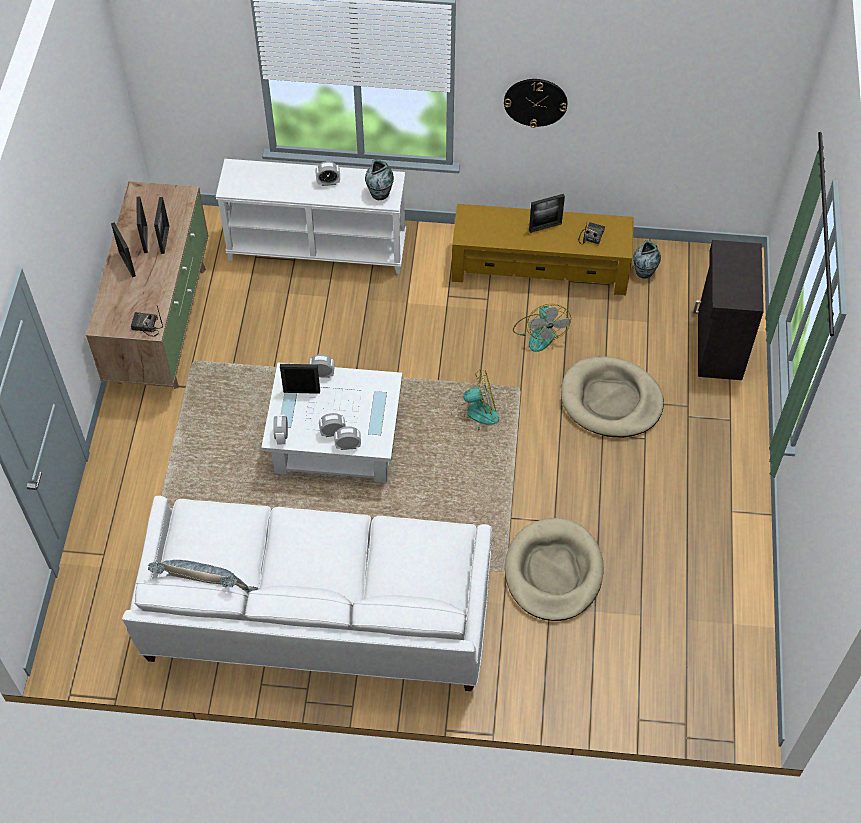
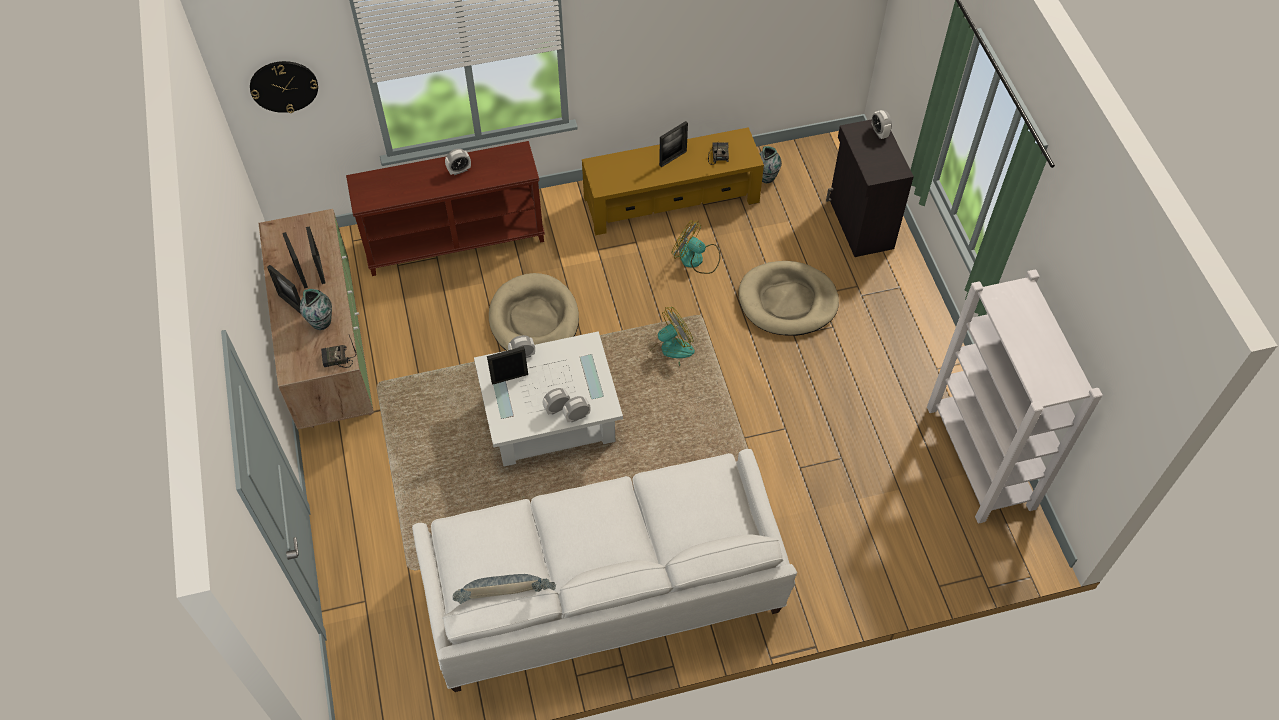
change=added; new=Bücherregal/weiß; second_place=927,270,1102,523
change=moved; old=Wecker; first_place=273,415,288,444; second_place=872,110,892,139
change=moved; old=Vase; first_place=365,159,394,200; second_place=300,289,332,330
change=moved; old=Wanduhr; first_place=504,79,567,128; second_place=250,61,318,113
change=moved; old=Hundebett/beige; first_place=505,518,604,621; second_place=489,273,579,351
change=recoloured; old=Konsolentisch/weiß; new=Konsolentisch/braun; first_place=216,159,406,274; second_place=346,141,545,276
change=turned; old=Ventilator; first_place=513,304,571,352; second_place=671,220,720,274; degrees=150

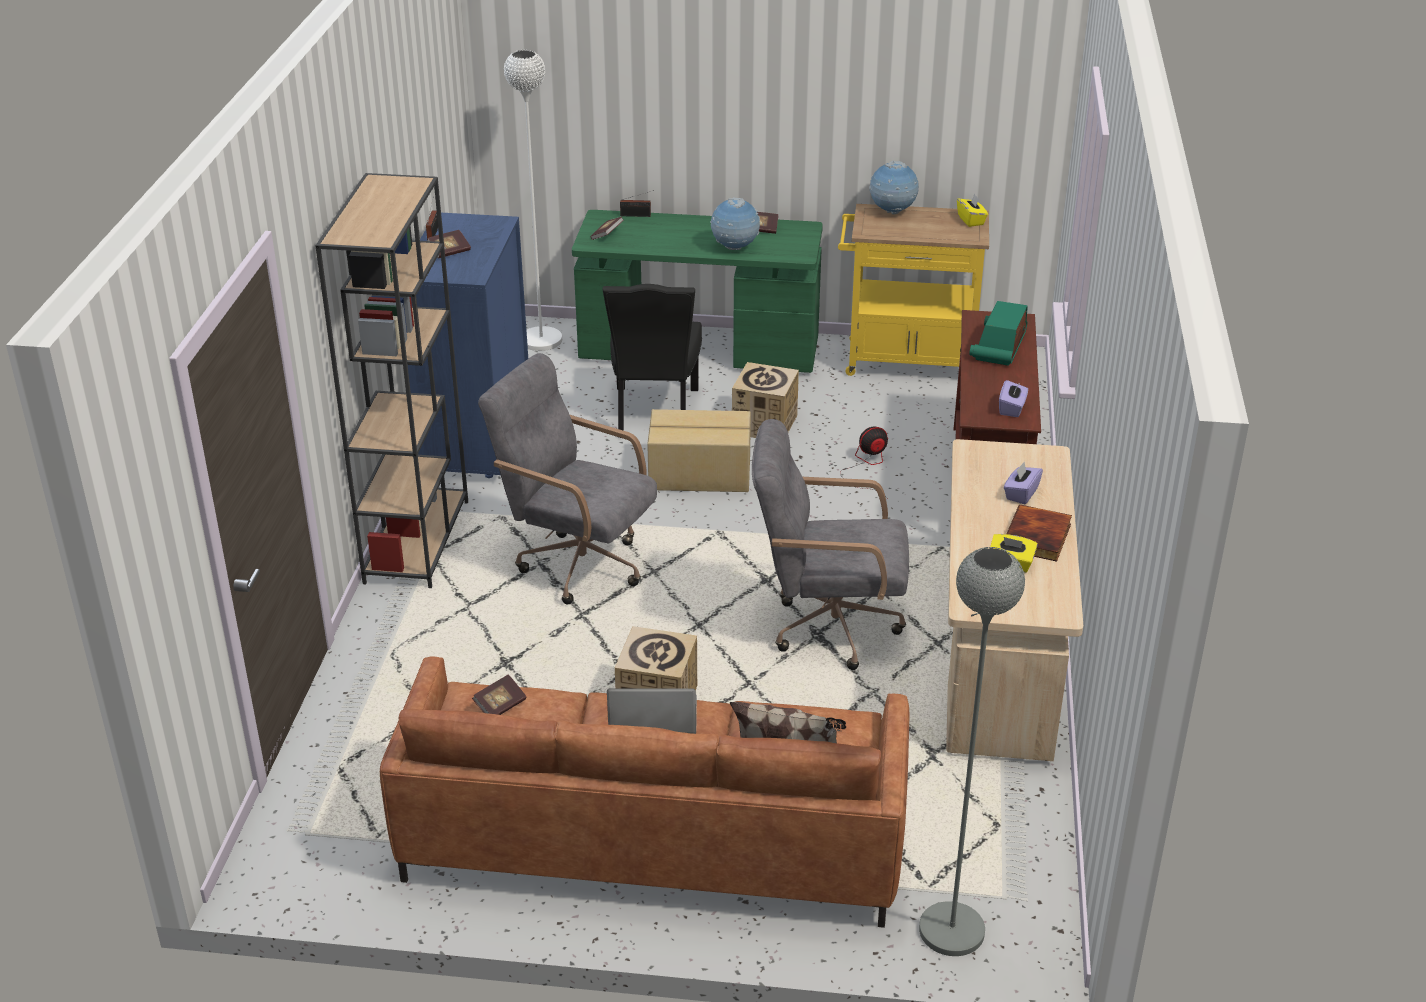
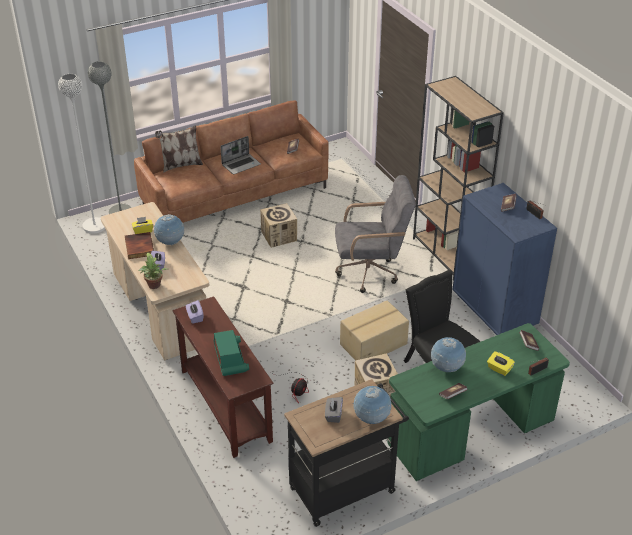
change=removed; old=Bürostuhl/grau; first_place=752,419,909,670
change=added; new=Topfpflanze; second_place=139,252,168,289
change=added; new=Globus; second_place=154,214,184,245
change=added; new=Taschentuchbox/grau; second_place=325,397,343,423
change=moved; old=Stehlampe/weiß; first_place=504,50,562,351; second_place=58,73,105,234
change=moved; old=Taschentuchbox/gelb; first_place=957,194,988,227; second_place=487,351,515,376
change=recoloured; old=Rollwagen/gelb; new=Rollwagen/schwarz; first_place=838,204,989,376; second_place=284,379,409,527

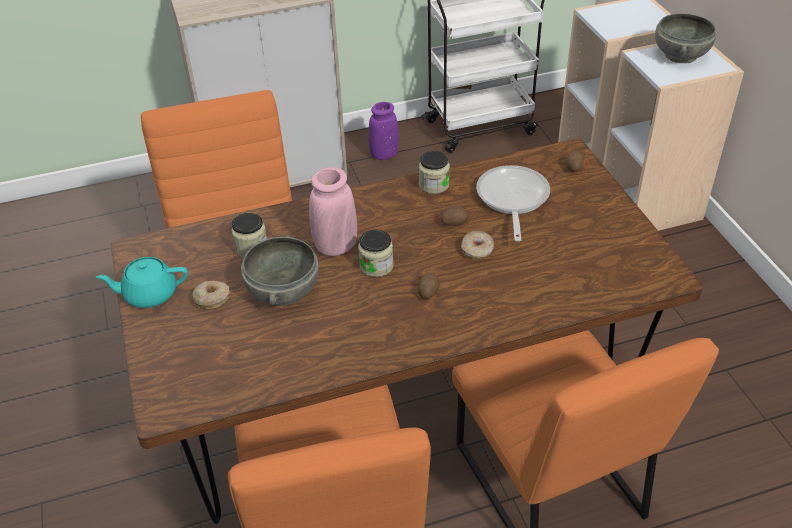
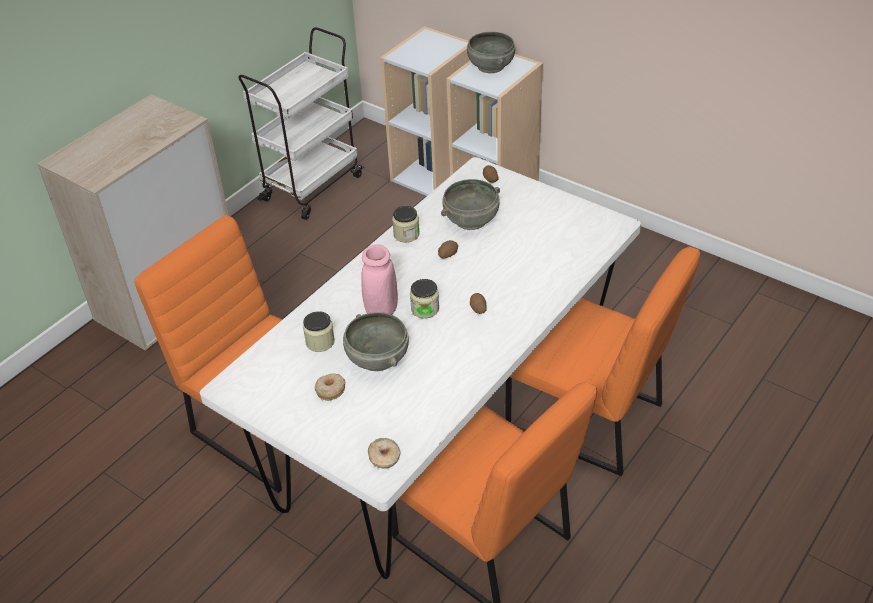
change=removed; old=Teekanne/türkis; first_place=96,257,188,308
change=removed; old=Vase/lila; first_place=368,102,399,160
change=moved; old=Donut; first_place=461,231,494,260; second_place=368,438,400,469
change=replaced; old=Pfanne; new=Schüssel/grau; first_place=476,165,550,242; second_place=441,179,500,230
change=recoloured; old=Esstisch/braun; new=Esstisch/weiß; first_place=111,139,703,524; second_place=200,157,641,579

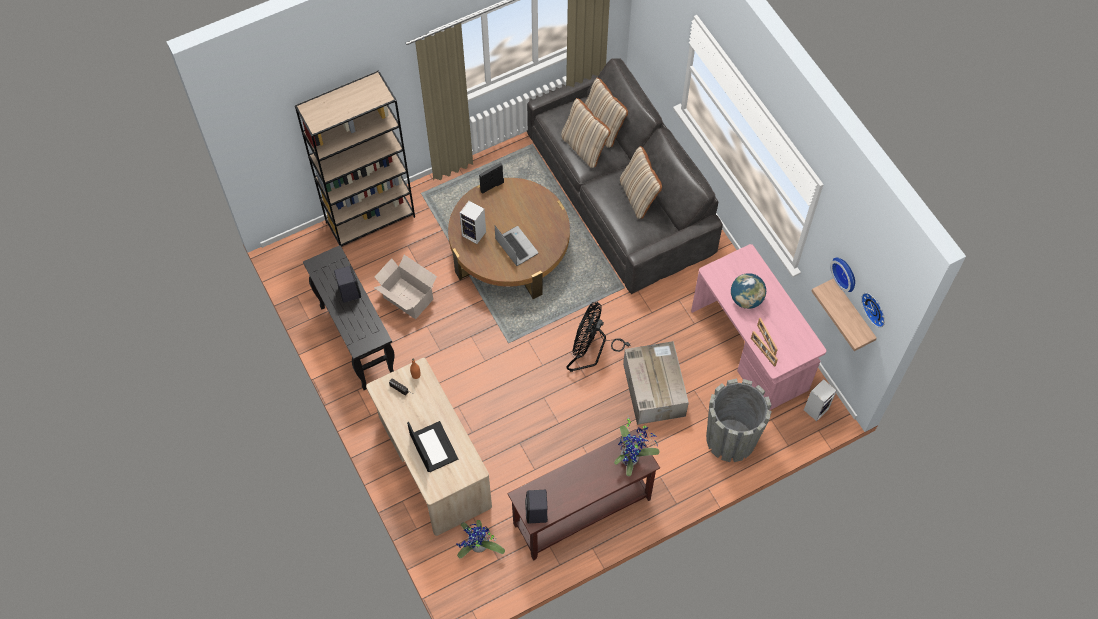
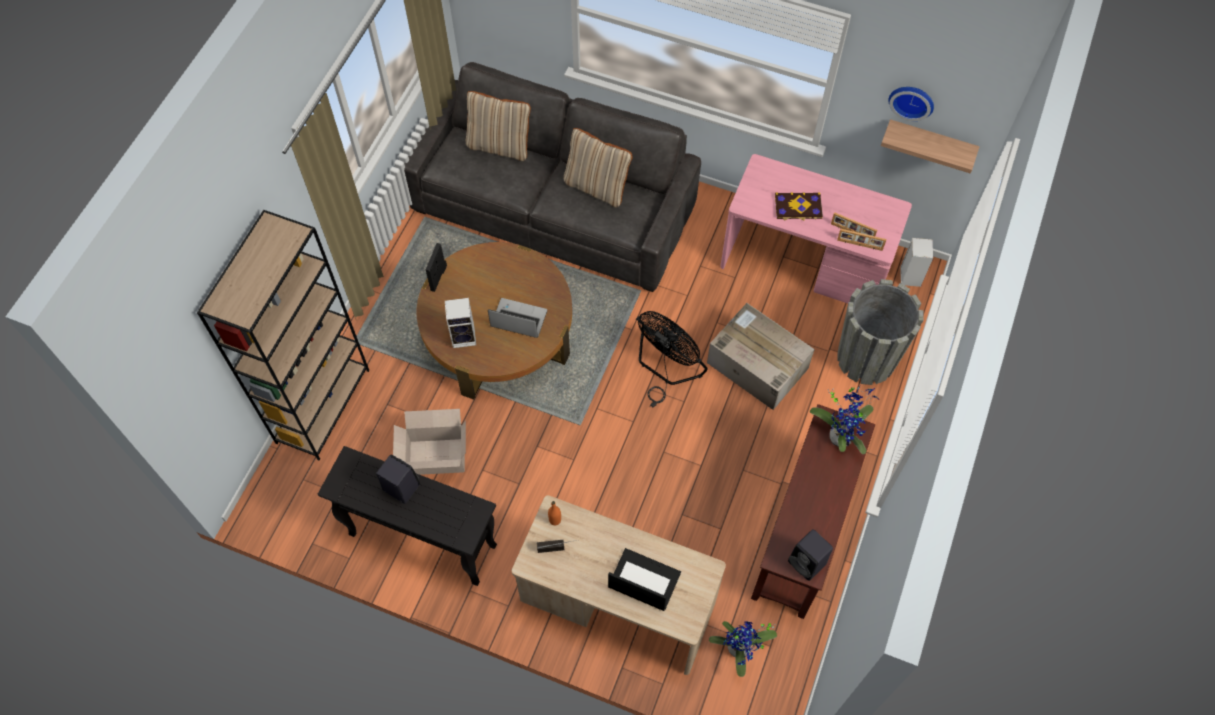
change=removed; old=Kissen/beige; first_place=561,98,610,168
change=removed; old=Wanduhr; first_place=861,293,885,328
change=replaced; old=Globus; new=Buch; first_place=731,273,766,309; second_place=775,192,823,221
change=turned; old=Ventilator/schwarz; first_place=566,302,630,372; second_place=636,311,708,408; degrees=150

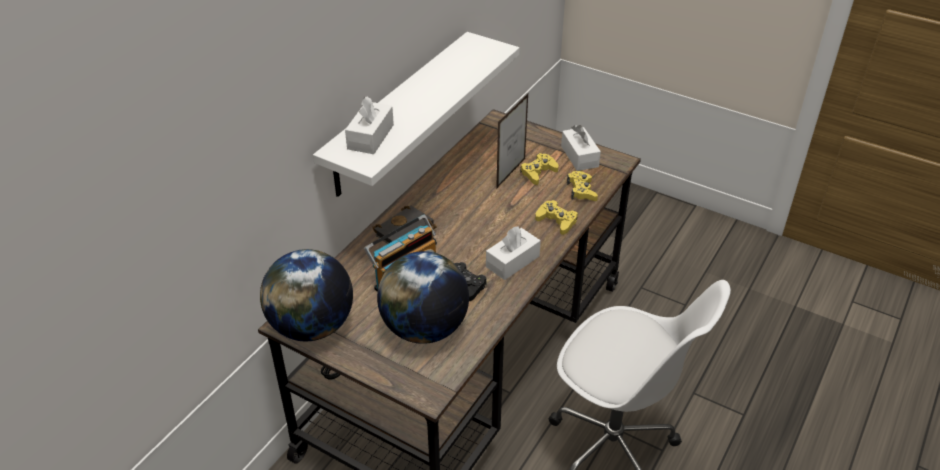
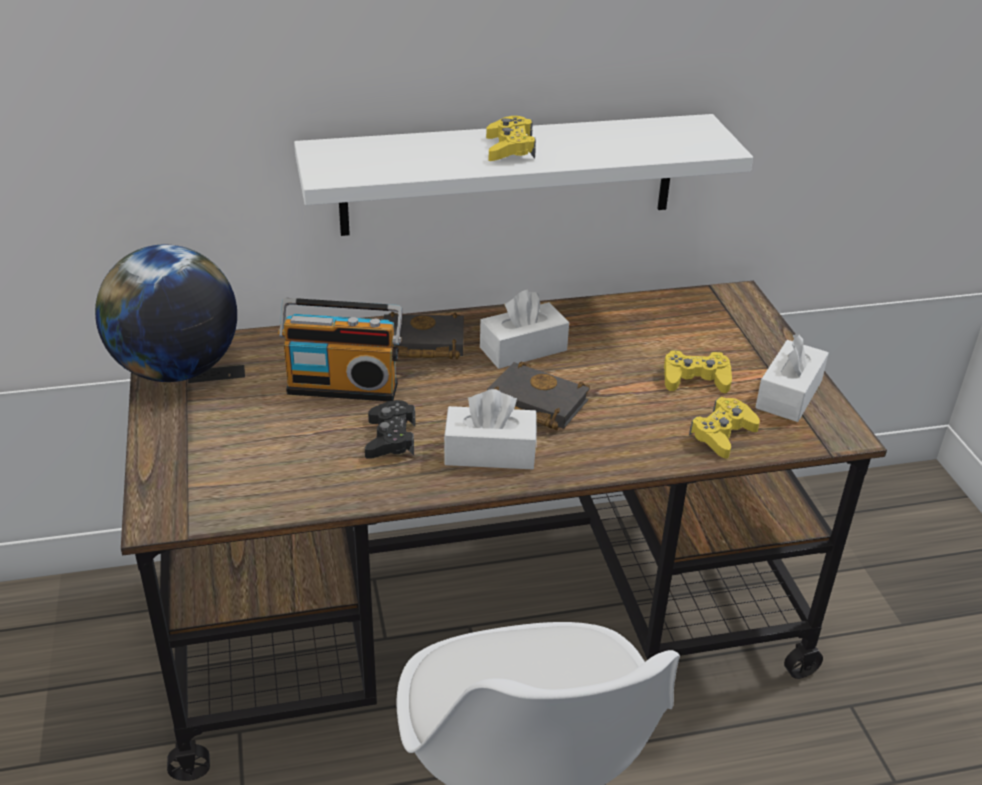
change=removed; old=Globus; first_place=377,251,469,344
change=removed; old=Bilderrahmen; first_place=496,94,528,189
change=added; new=Buch/schwarz; second_place=487,361,590,430
change=moved; old=Taschentuchbox/weiß; first_place=345,96,394,154; second_place=480,290,569,369
change=moved; old=Gamepad/gelb; first_place=535,200,578,235; second_place=486,116,536,161

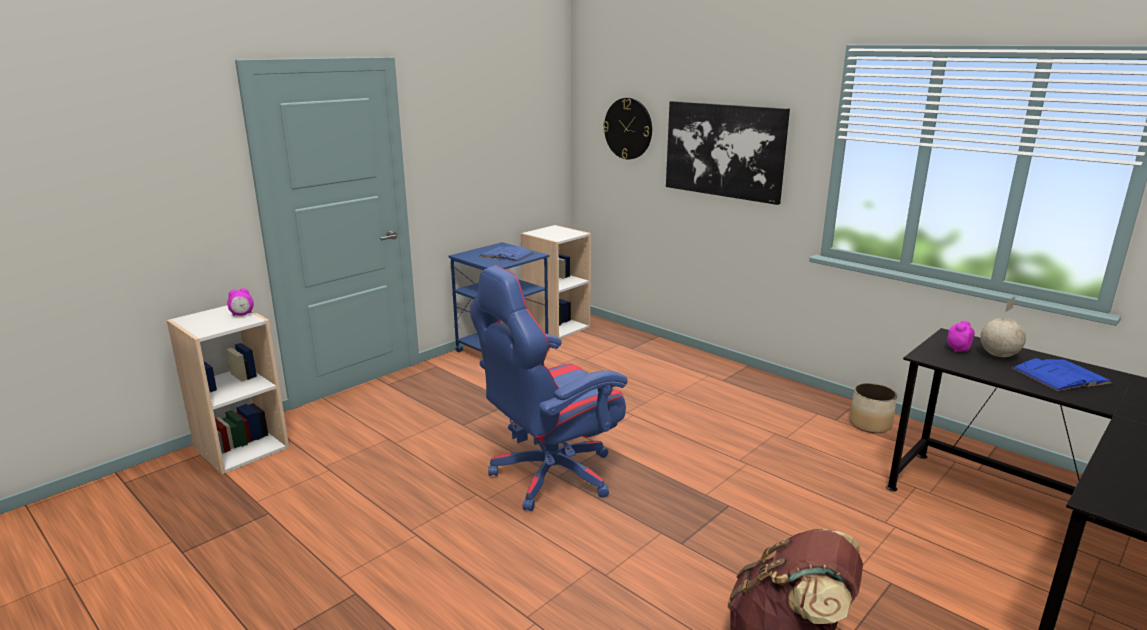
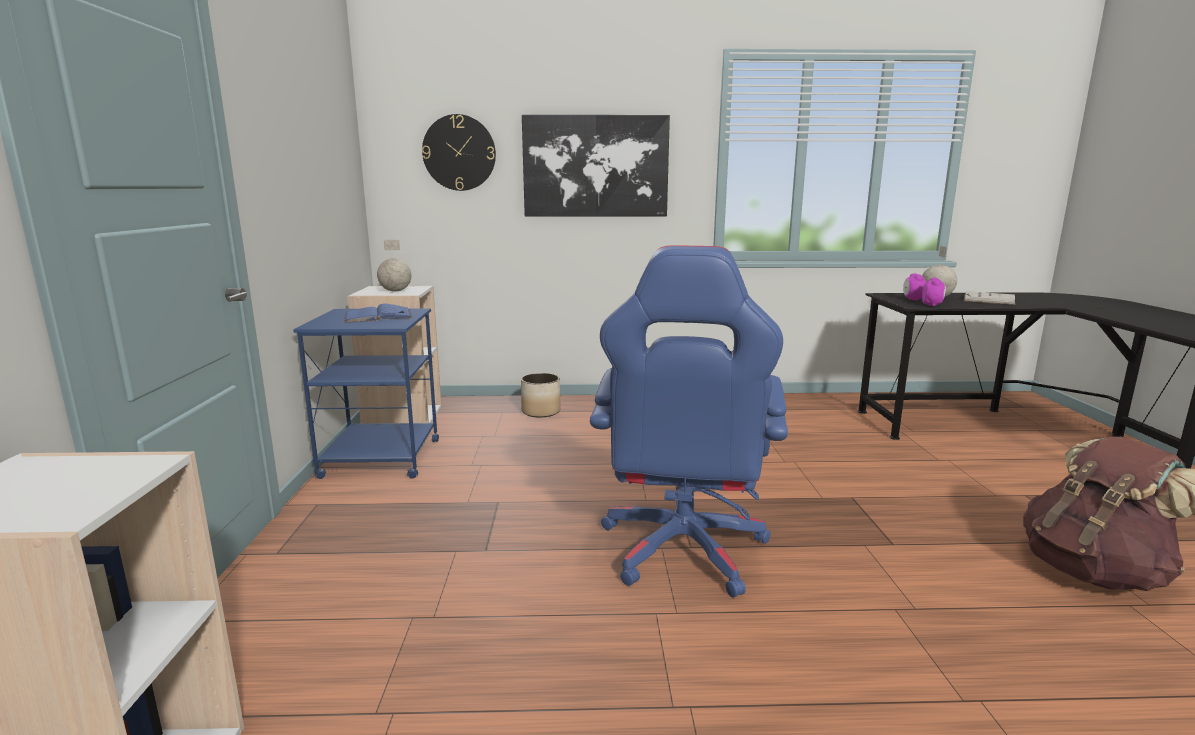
change=added; new=Globus; second_place=377,240,411,292
change=moved; old=Wecker; first_place=227,288,254,316; second_place=922,278,946,307
change=moved; old=Pflanzkübel; first_place=849,383,897,433; second_place=521,373,561,417
change=recoloured; old=Buch/blau; new=Buch/weiß; first_place=1012,358,1113,391; second_place=964,291,1015,305

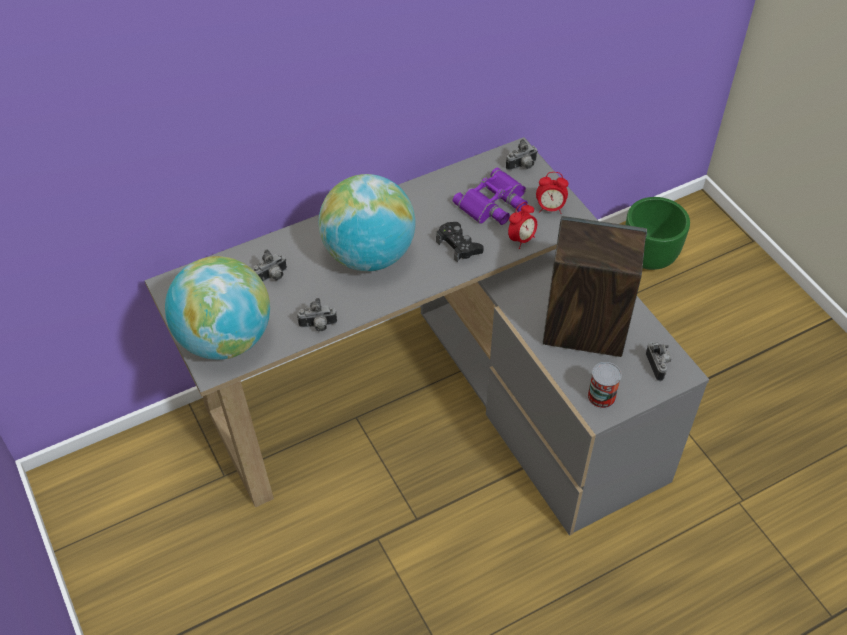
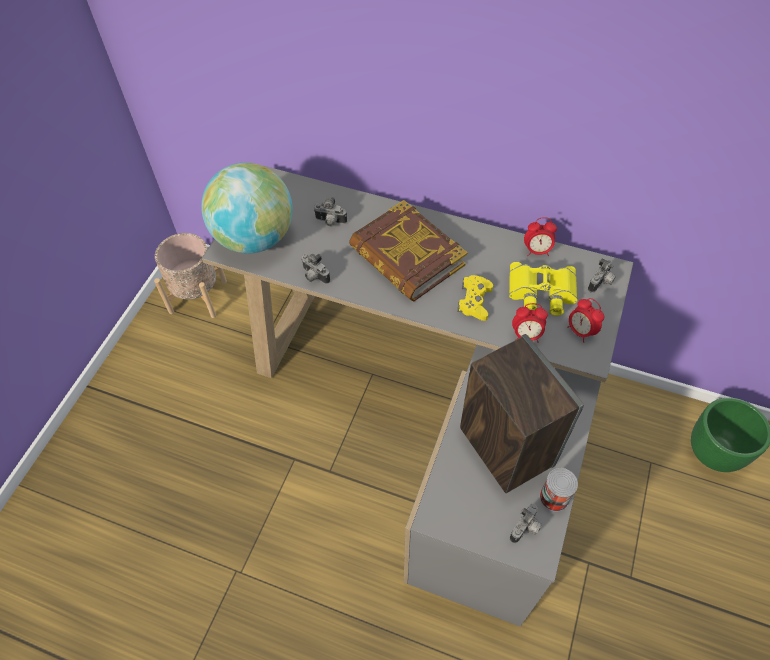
change=added; new=Pflanzkübel/beige; second_place=154,233,227,318
change=added; new=Wecker; second_place=524,217,557,256
change=moved; old=Dose; first_place=587,362,622,409; second_place=540,468,578,512
change=replaced; old=Globus; new=Buch; first_place=318,174,415,271; second_place=349,200,467,302
change=recoloured; old=Gamepad/schwarz; new=Gamepad/gelb; first_place=436,222,484,262; second_place=457,275,493,321
change=recoloured; old=Fernglas/lila; new=Fernglas/gelb; first_place=452,168,528,225; second_place=509,262,577,316
change=turned; old=Kamera; first_place=506,139,538,170; second_place=588,258,616,293; degrees=-75

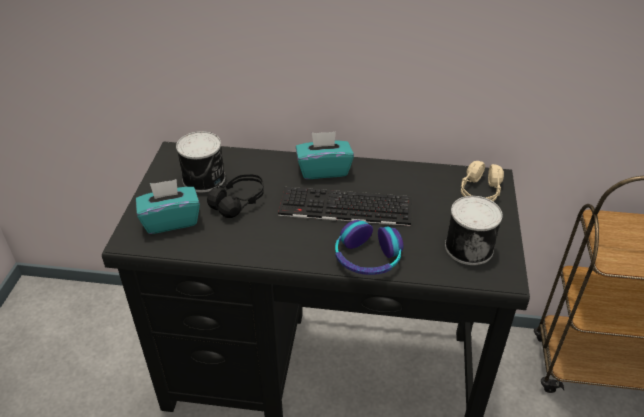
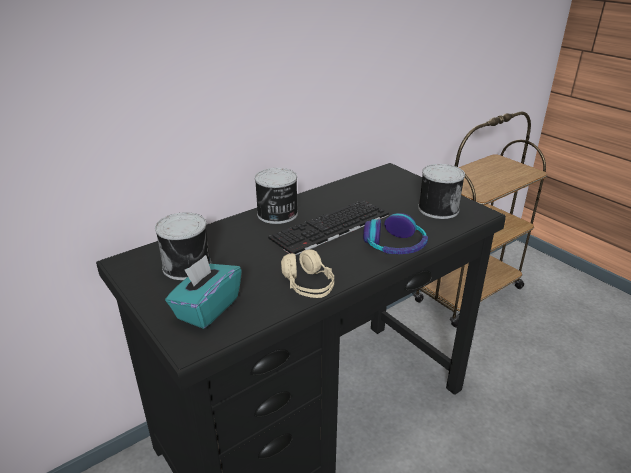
change=removed; old=Kopfhörer/schwarz; first_place=207,174,264,218
change=moved; old=Kopfhörer/beige; first_place=461,161,504,201; second_place=281,249,334,298
change=replaced; old=Taschentuchbox/türkis; new=Dose; first_place=296,132,354,179; second_place=255,168,298,224

